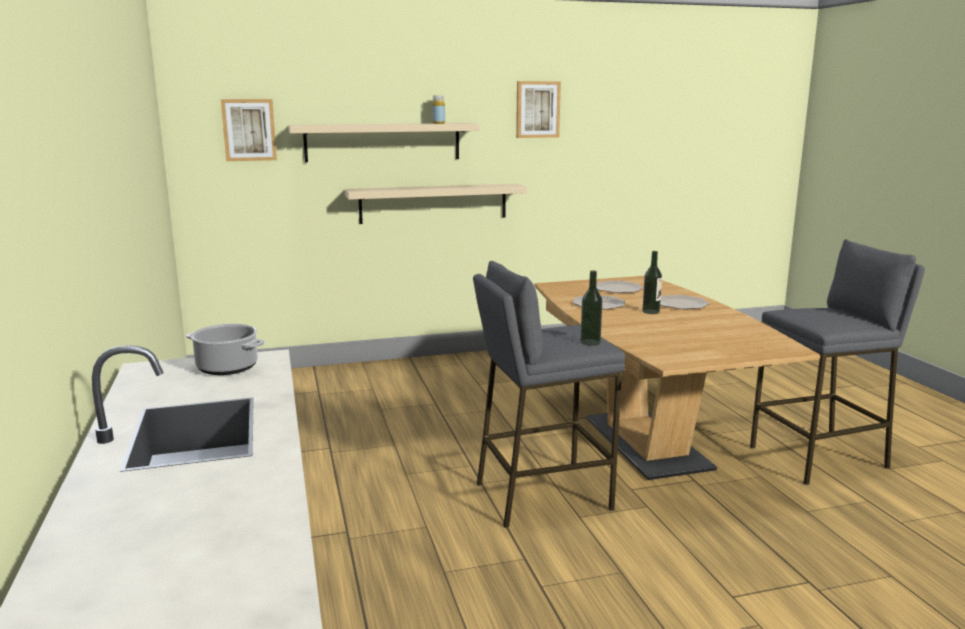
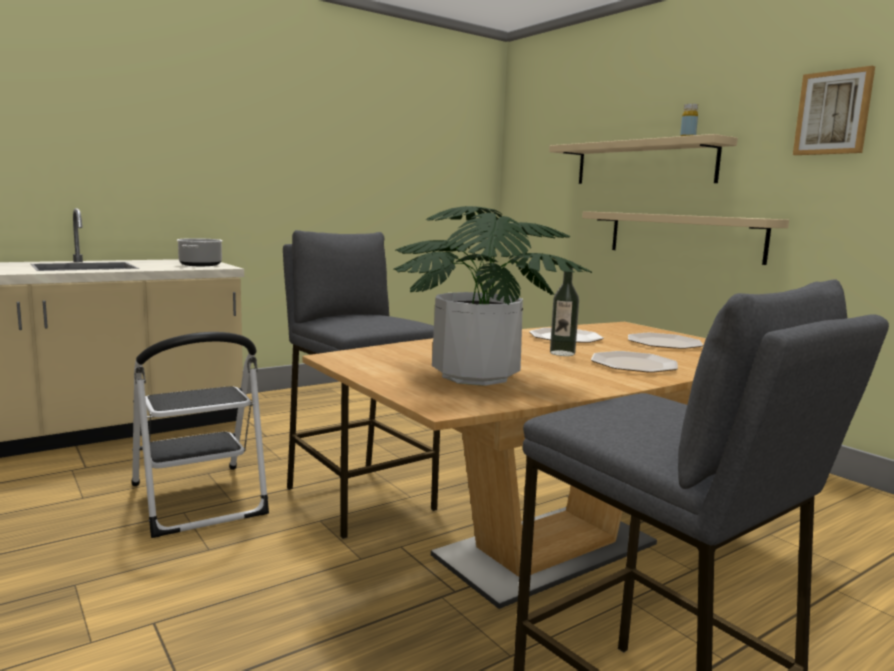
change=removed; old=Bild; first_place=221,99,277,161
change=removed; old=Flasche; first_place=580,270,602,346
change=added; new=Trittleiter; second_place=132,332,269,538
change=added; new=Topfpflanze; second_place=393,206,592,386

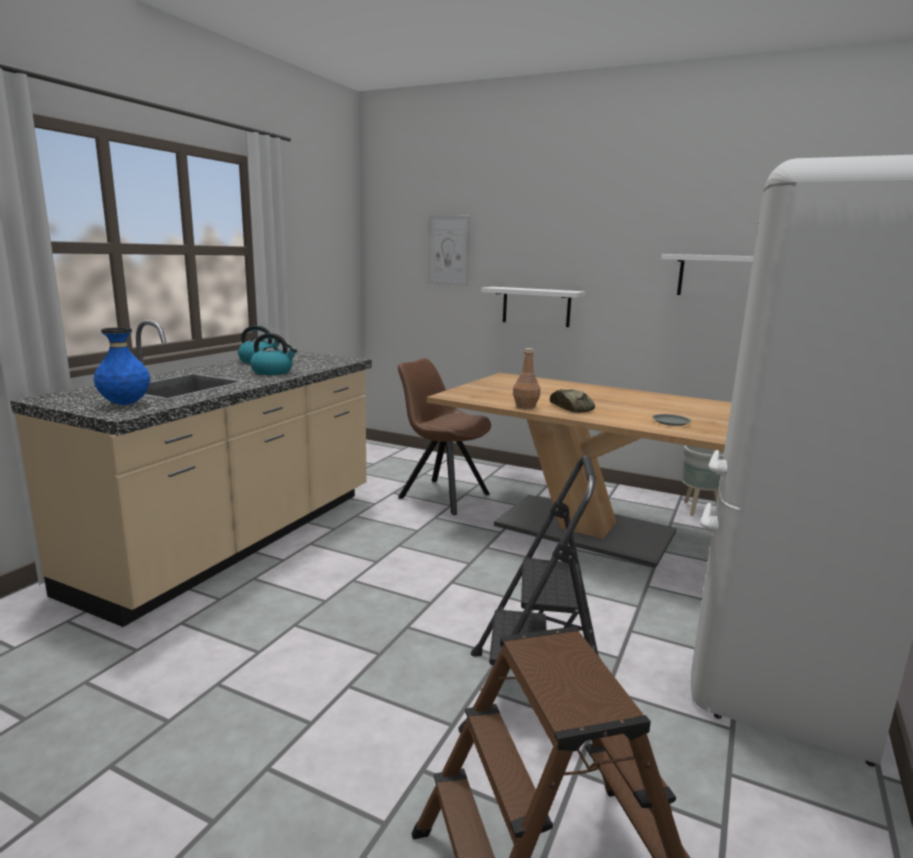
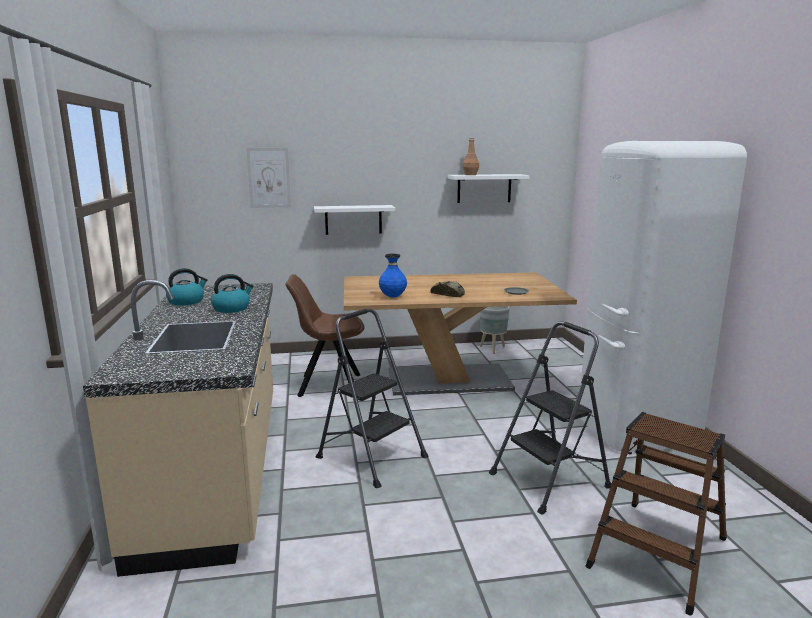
change=added; new=Trittleiter/schwarz; second_place=316,309,428,488
change=moved; old=Vase/blau; first_place=93,327,150,405; second_place=379,254,407,298
change=moved; old=Flasche/braun; first_place=513,348,540,409; second_place=462,138,479,175

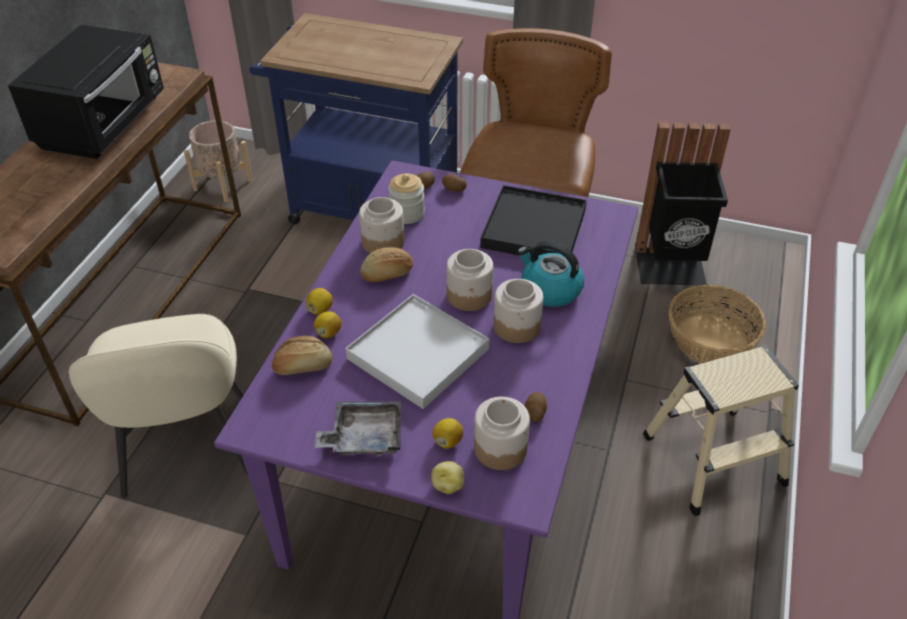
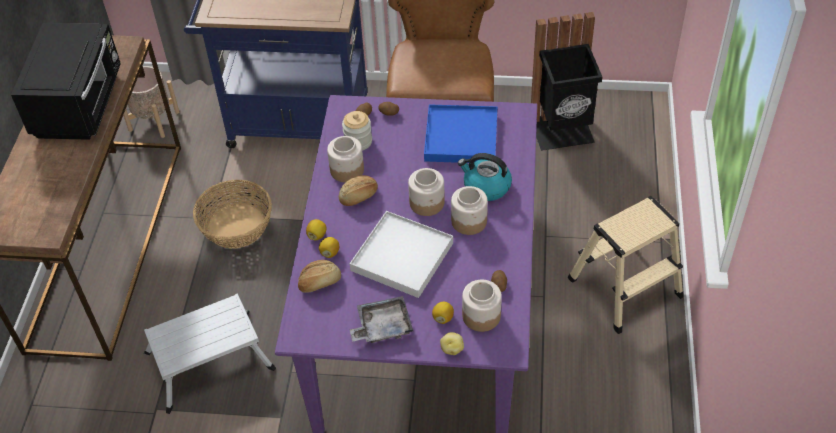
change=moved; old=Korb; first_place=669,285,766,363; second_place=193,180,272,249
change=replaced; old=Stuhl/beige; new=Trittleiter/weiß; first_place=69,314,248,498; second_place=144,294,276,414
change=recoloured; old=Tablett/schwarz; new=Tablett/blau; first_place=480,185,587,256; second_place=424,104,497,163

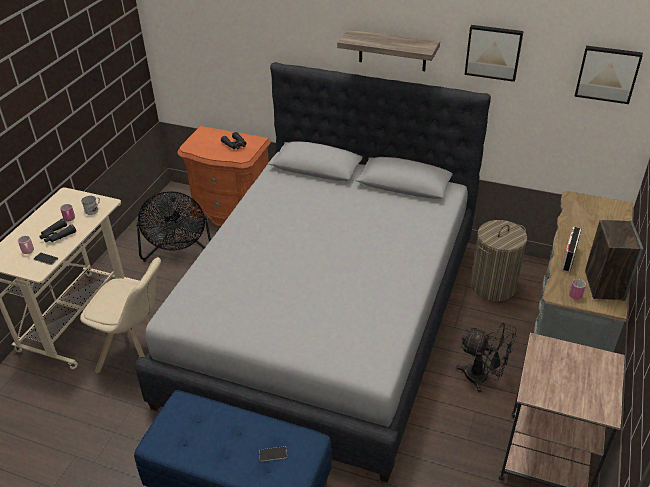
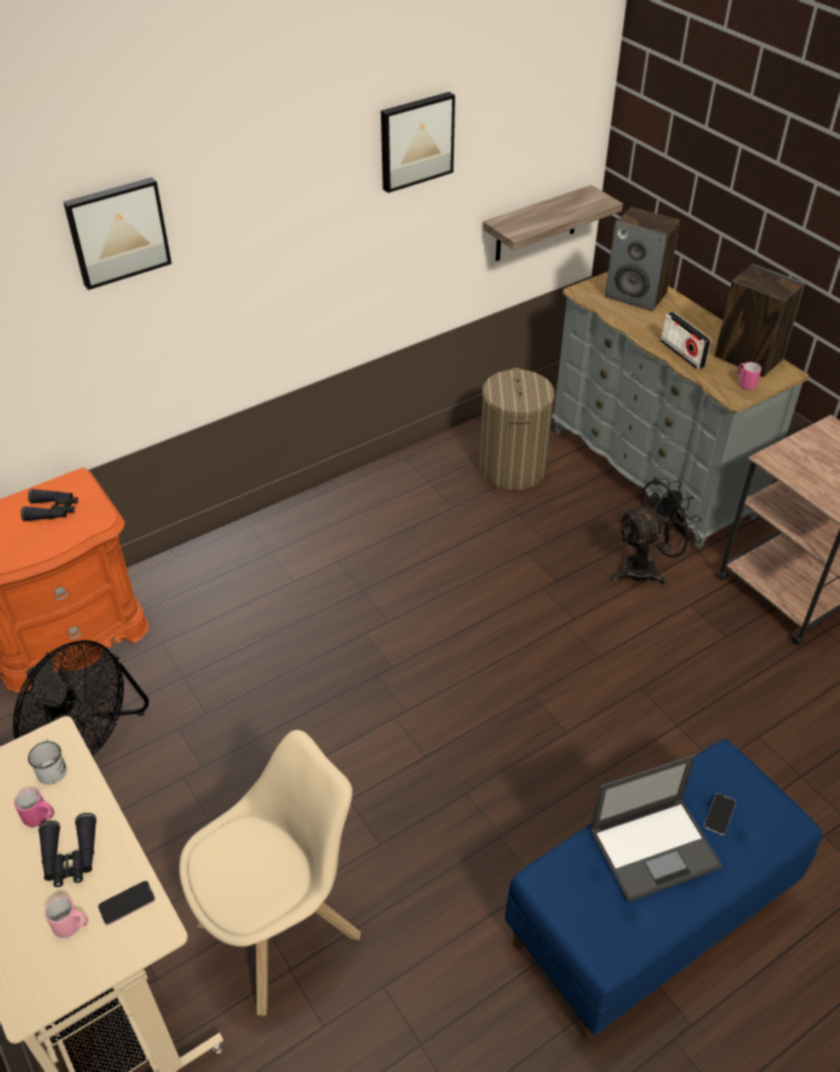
change=removed; old=Bett/grau; first_place=135,62,491,483
change=added; new=Laptop; second_place=590,755,722,902
change=added; new=Lautsprecher; second_place=605,207,680,311
change=moved; old=Wandregal; first_place=337,29,440,71; second_place=483,185,623,261
change=moved; old=Bild; first_place=574,46,643,104; second_place=63,177,172,290

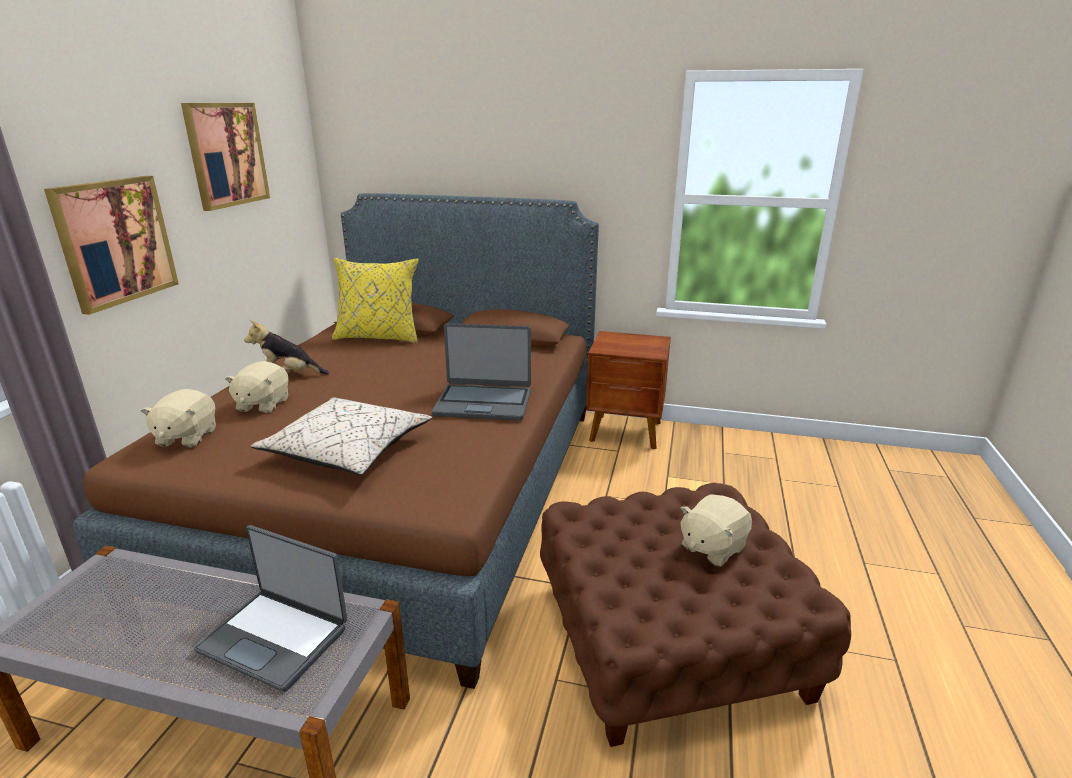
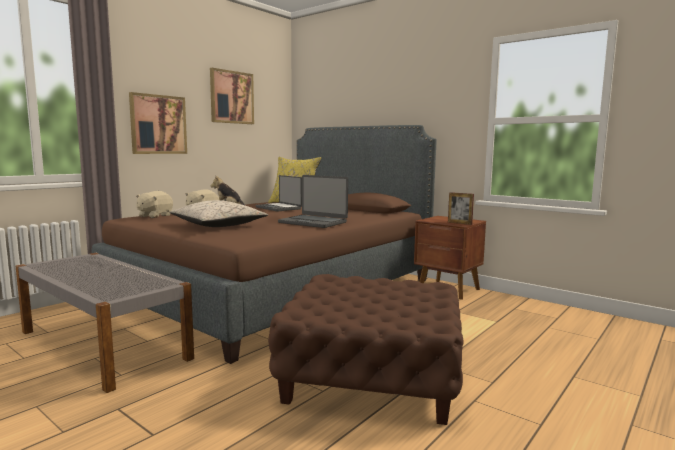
change=removed; old=Plüschtier/beige; first_place=680,494,752,567
change=added; new=Bilderrahmen; second_place=448,192,474,225
change=moved; old=Laptop; first_place=194,525,348,692; second_place=255,175,302,212

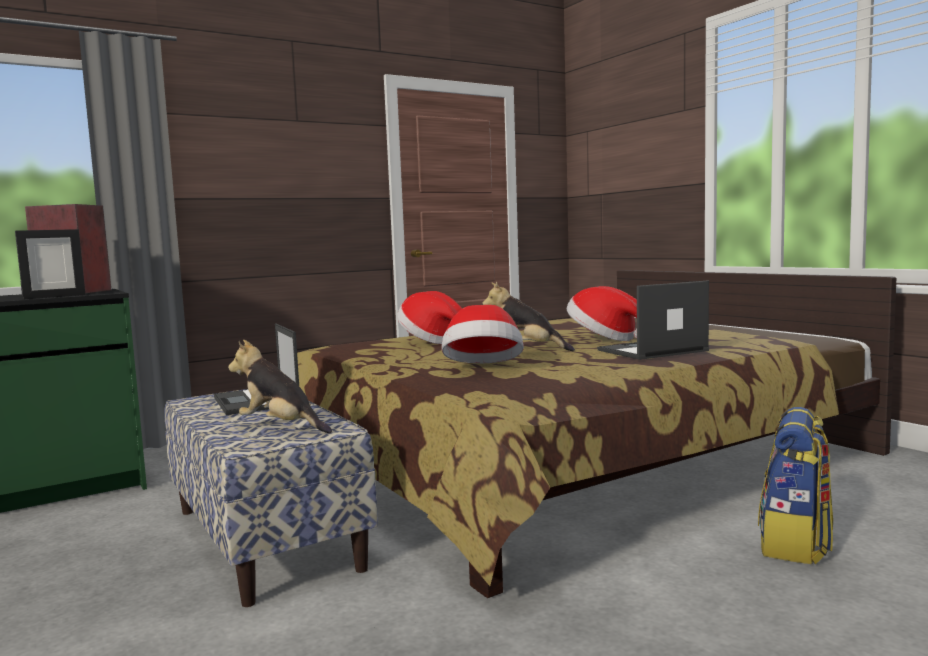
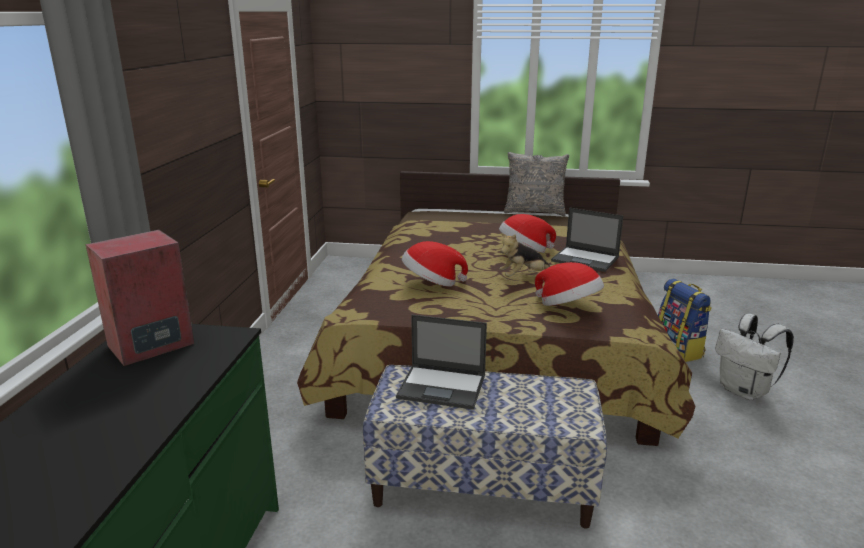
change=removed; old=Bilderrahmen; first_place=15,229,86,299
change=removed; old=Plüschtier; first_place=228,340,332,433
change=added; new=Kissen/grau; second_place=504,152,569,216
change=added; new=Rucksack/weiß; second_place=715,314,794,400
change=turned; old=Laptop; first_place=597,281,709,360; second_place=551,208,623,272; degrees=-75

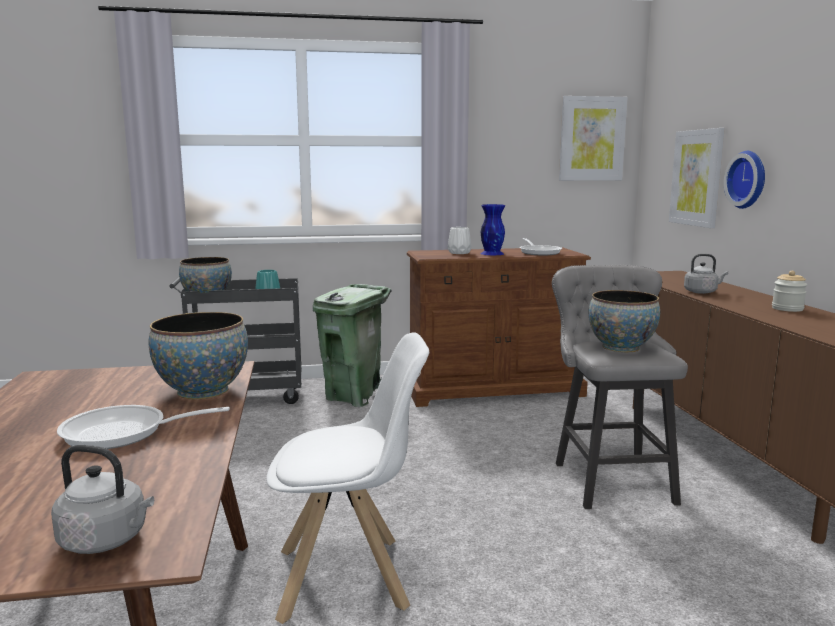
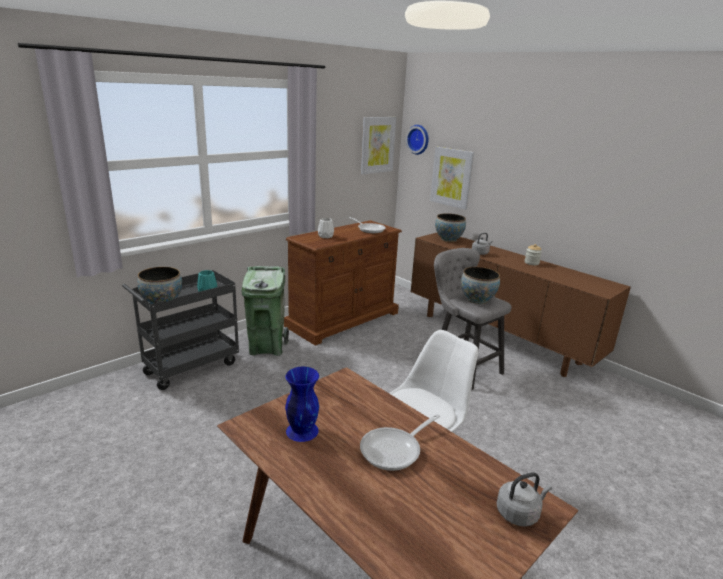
change=moved; old=Schüssel; first_place=149,312,248,400; second_place=435,213,466,242
change=moved; old=Vase/blau; first_place=480,204,505,255; second_place=285,367,319,442
change=moved; old=Wanduhr; first_place=724,151,765,209; second_place=406,125,429,155

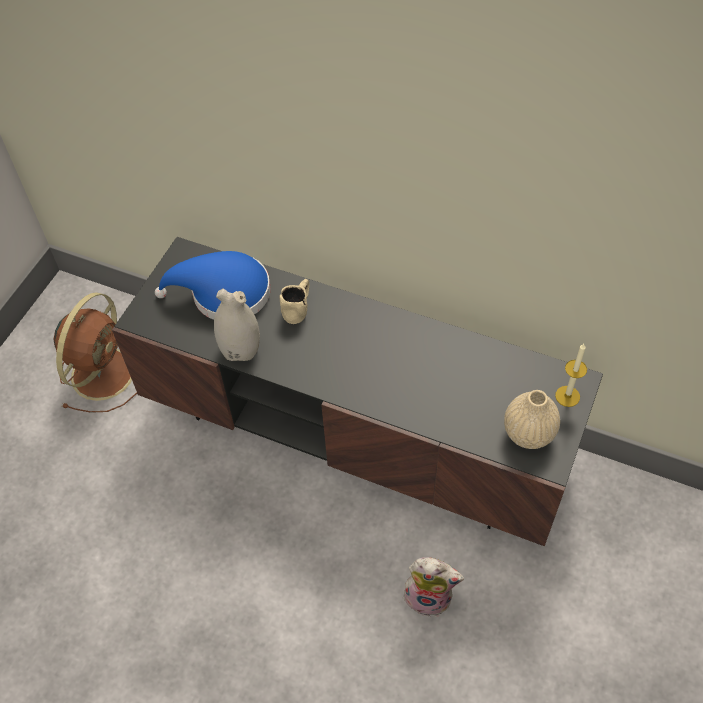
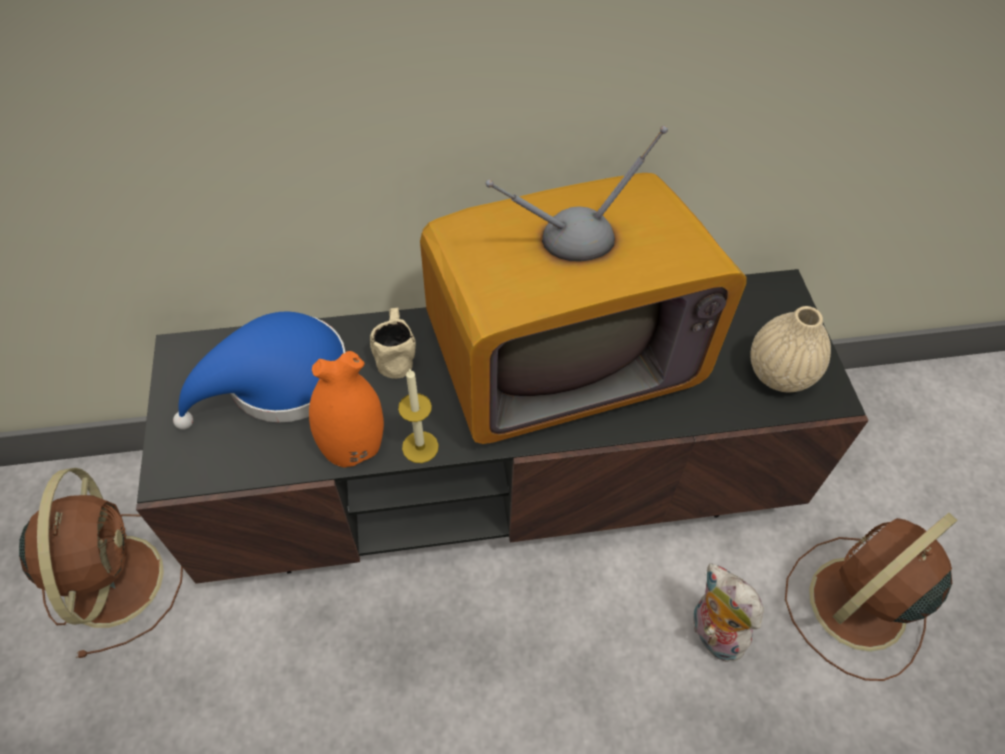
change=added; new=Fernseher; second_place=420,126,747,444
change=added; new=Ventilator/braun; second_place=785,513,957,681
change=moved; old=Kerze; first_place=555,344,587,407; second_place=398,368,439,463
change=recoloured; old=Vase/weiß; new=Vase/orange; first_place=214,288,260,361; second_place=309,351,384,468
change=turned; old=Plüschtier; first_place=404,557,464,617; second_place=693,563,763,662; degrees=-105

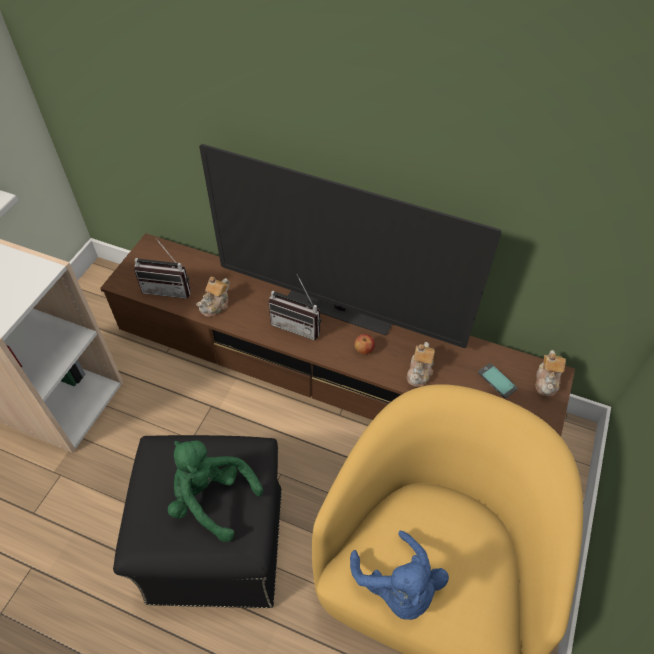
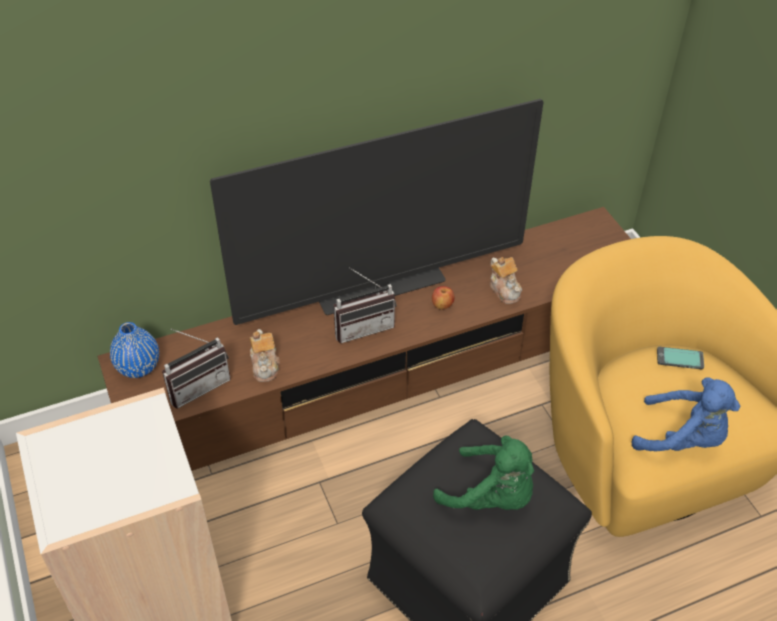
change=removed; old=Teekanne; first_place=536,350,566,396
change=added; new=Vase/blau; second_place=110,322,159,378
change=moved; old=Handy; first_place=478,363,517,398; second_place=657,347,704,369
change=turned; old=Plüschtier/grün; first_place=168,440,263,542; second_place=433,436,534,510; degrees=-135

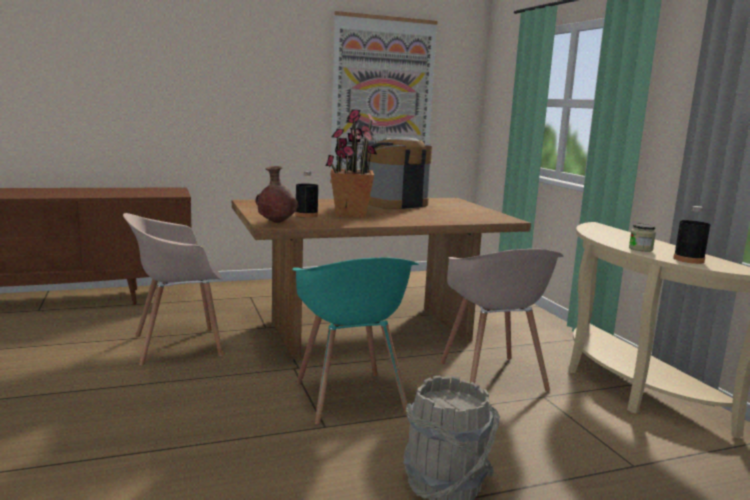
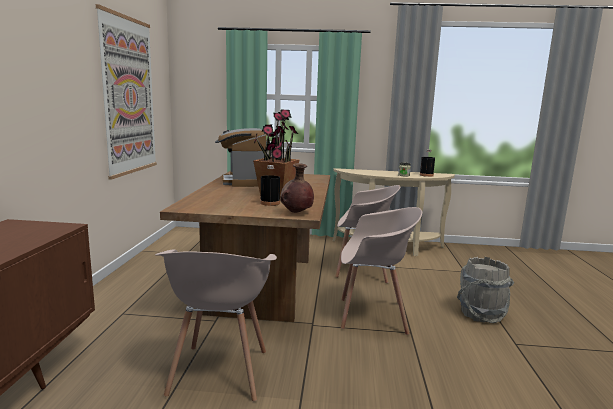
change=recoloured; old=Stuhl/türkis; new=Stuhl/beige; first_place=292,257,419,425; second_place=341,207,422,335

